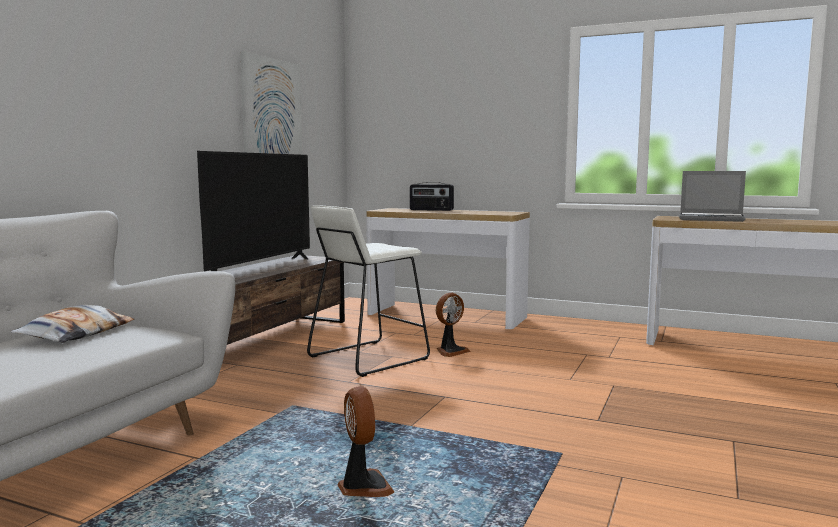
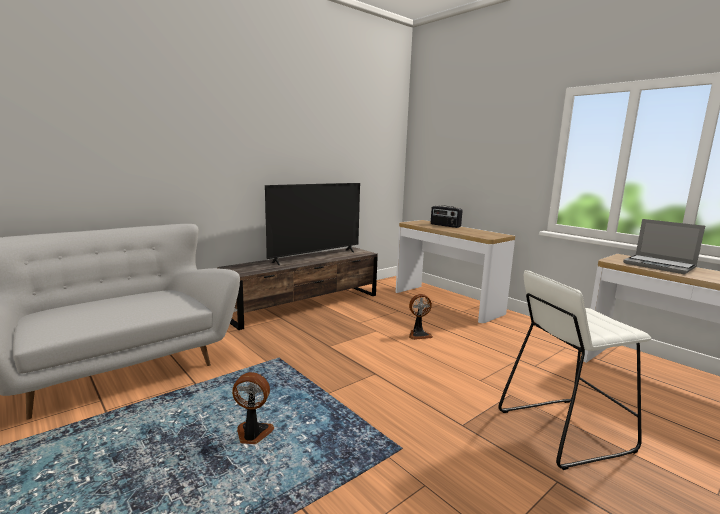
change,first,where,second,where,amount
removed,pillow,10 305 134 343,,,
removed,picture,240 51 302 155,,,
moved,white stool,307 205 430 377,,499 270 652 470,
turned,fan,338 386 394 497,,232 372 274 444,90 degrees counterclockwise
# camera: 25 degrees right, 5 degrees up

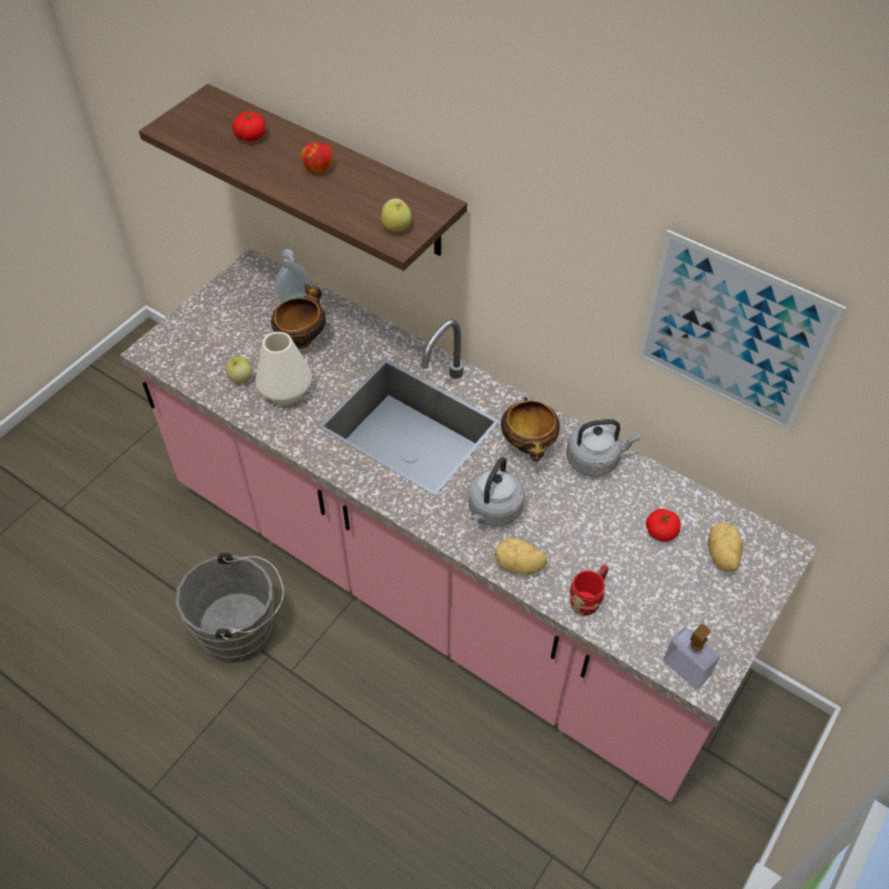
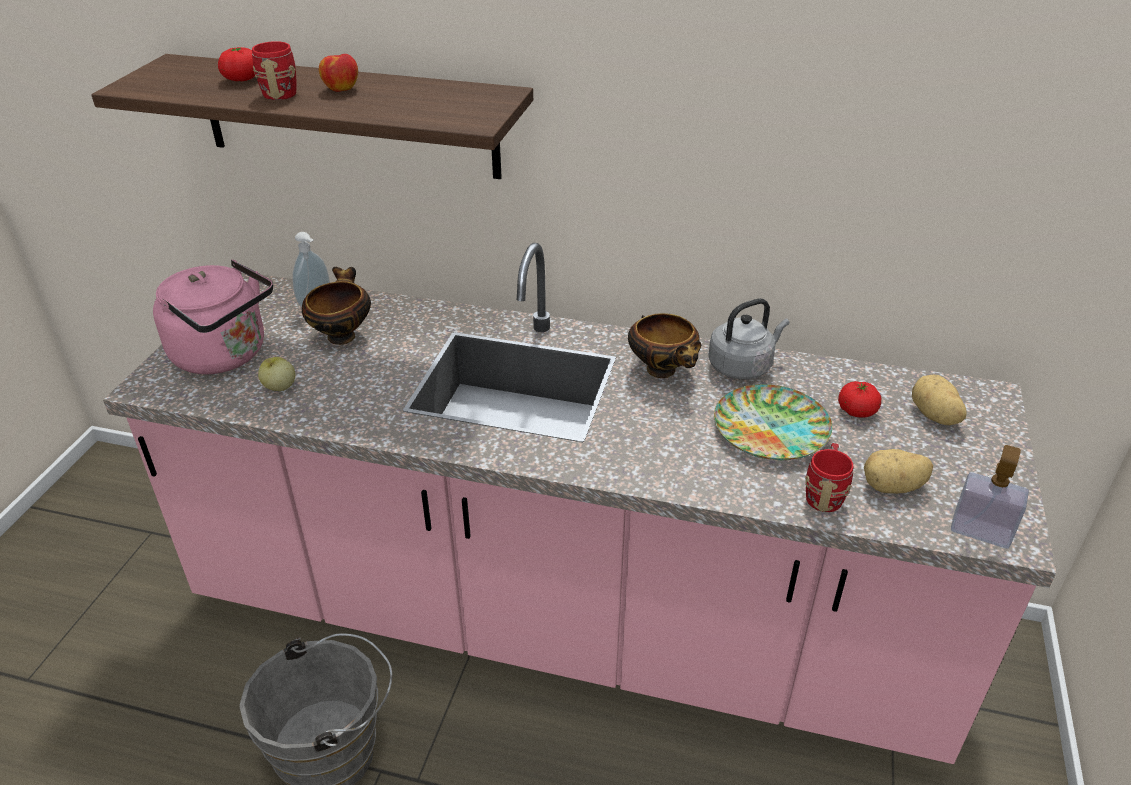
change,first,where,second,where,amount
removed,white vase,256 332 312 405,,,
removed,apple,381 198 411 232,,,
removed,grey kettle,468 457 525 526,,,
moved,potato,494 538 547 574,,864 449 933 494,
removed,picture,637 230 846 431,,,
added,,,pink kettle,153 260 273 374,
added,,,red mug,252 41 297 100,
added,,,plate,714 384 832 460,
# camera: 20 degrees left, 15 degrees down

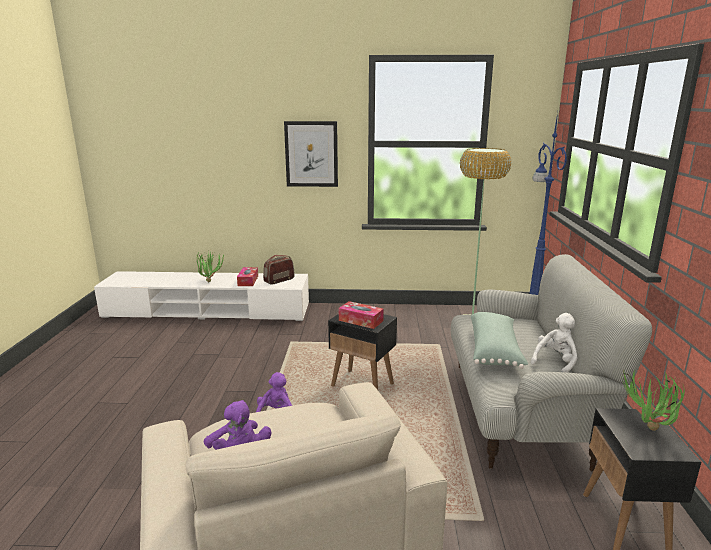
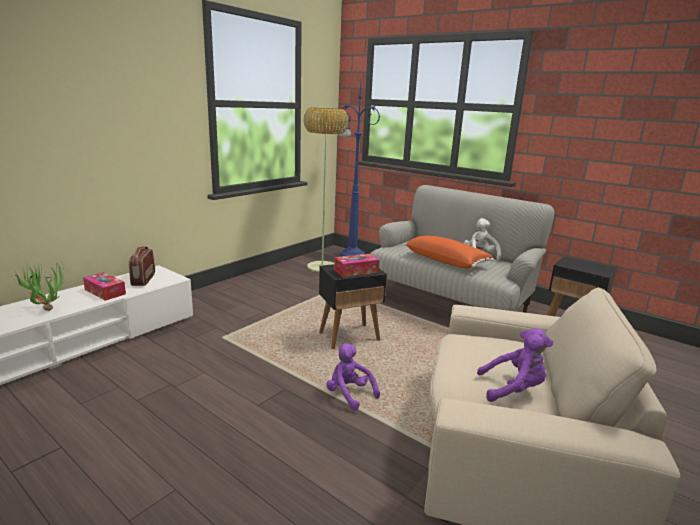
change,first,where,second,where,amount
removed,picture,284 121 338 187,,,
recoloured,green pillow,471 312 528 369,orange pillow,404 235 494 268,
removed,potted plant,622 369 685 431,,,
# camera: 55 degrees left, 0 degrees up

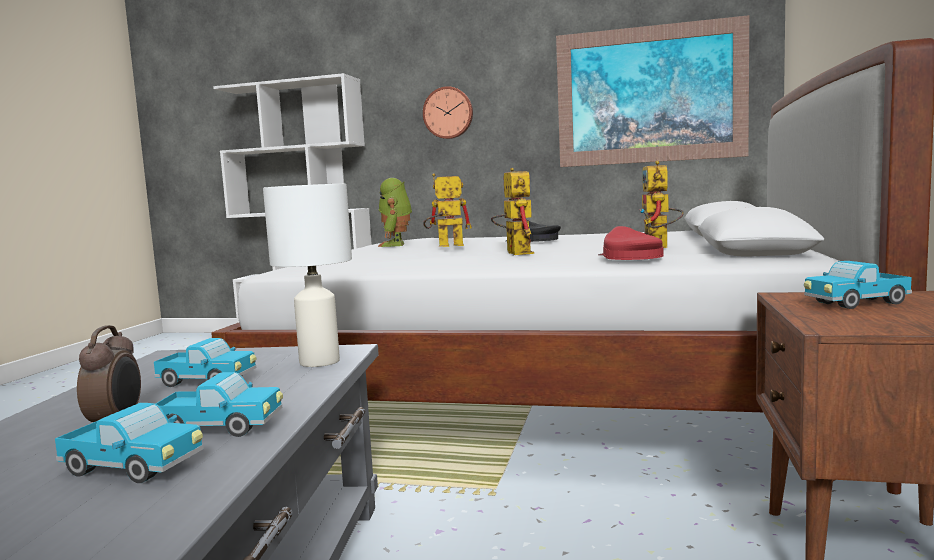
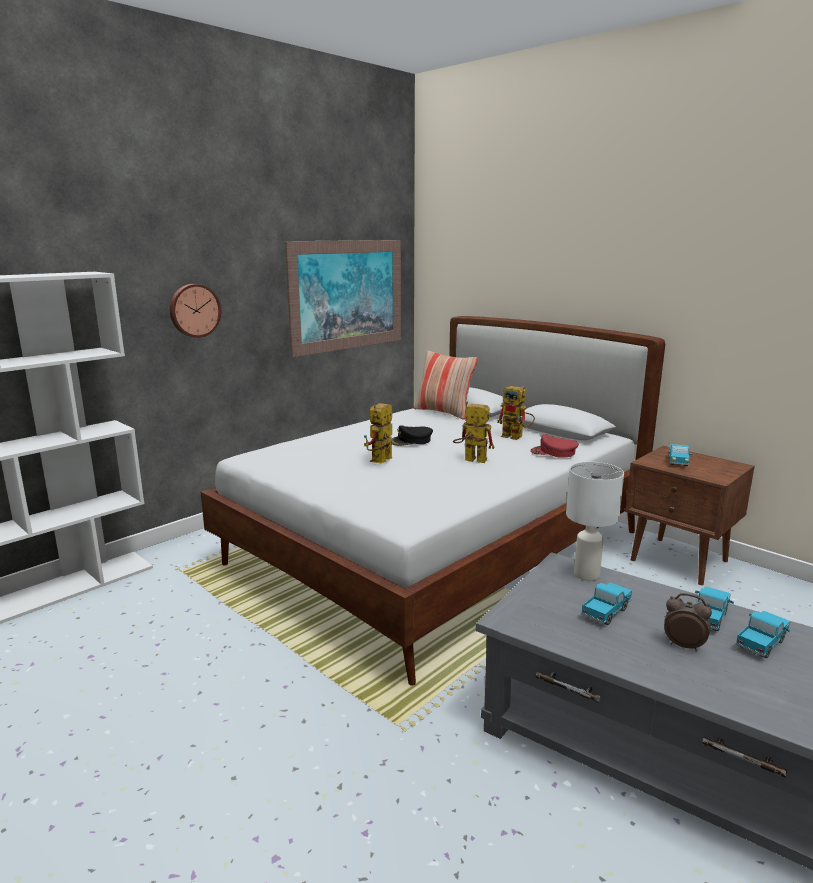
change,first,where,second,where,amount
removed,toy robot,378 178 412 247,,,
added,,,pillow,414 351 478 420,
# camera: 60 degrees left, 10 degrees up

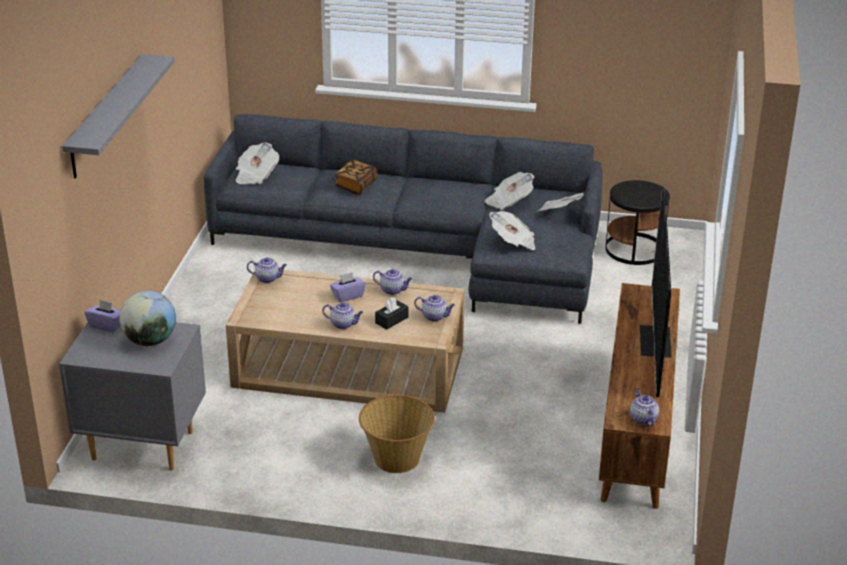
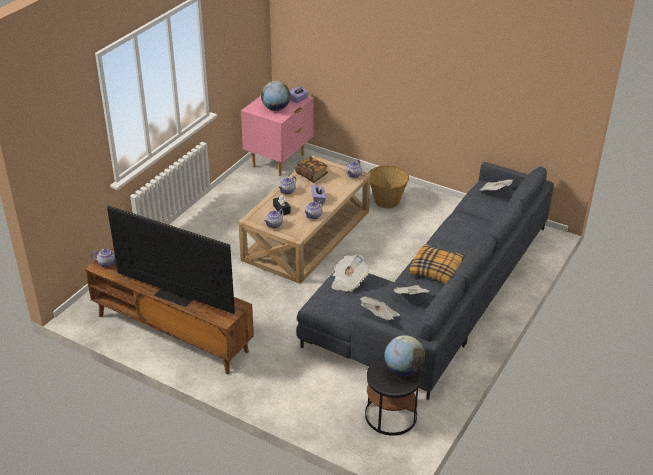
change,first,where,second,where,amount
recoloured,grey nightstand,59 322 206 470,pink nightstand,241 96 314 176,
removed,grey shelf,62 54 175 179,,,
moved,book,334 160 378 195,,295 156 328 183,
moved,basket,359 395 435 473,,368 165 409 208,
added,,,globe,384 335 425 376,
added,,,pillow,409 244 463 284,
# camera: 110 degrees right, 5 degrees up

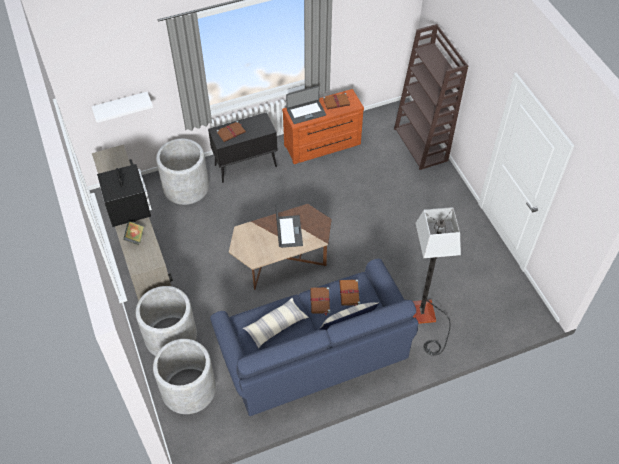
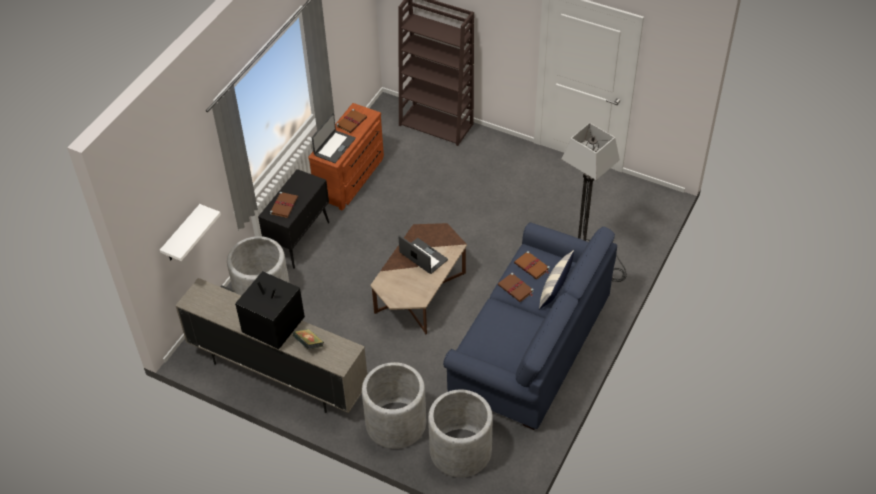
change,first,where,second,where,amount
removed,pillow,243 298 309 348,,,
# camera: 40 degrees left, 5 degrees down

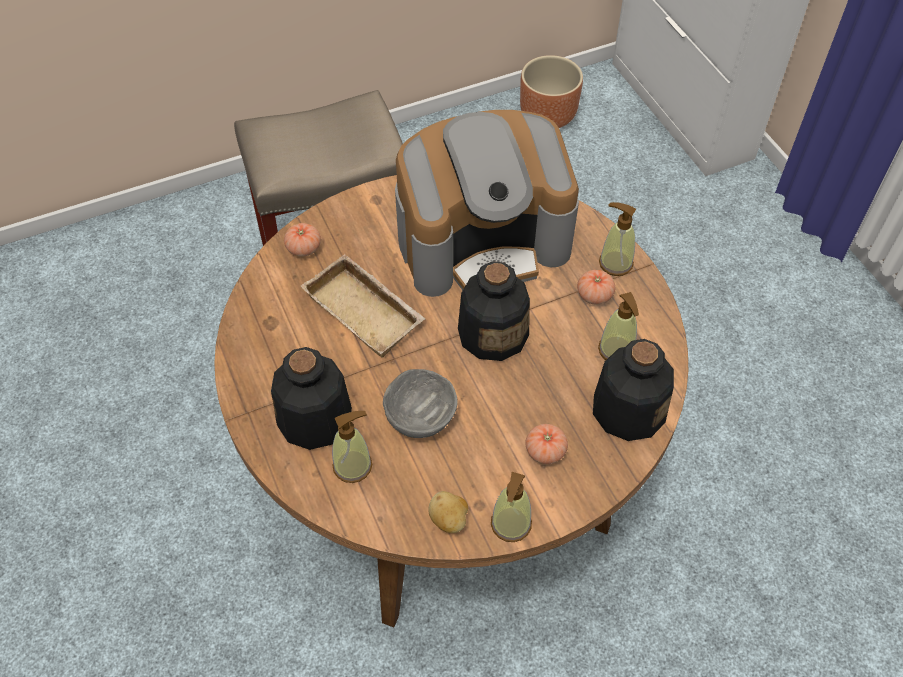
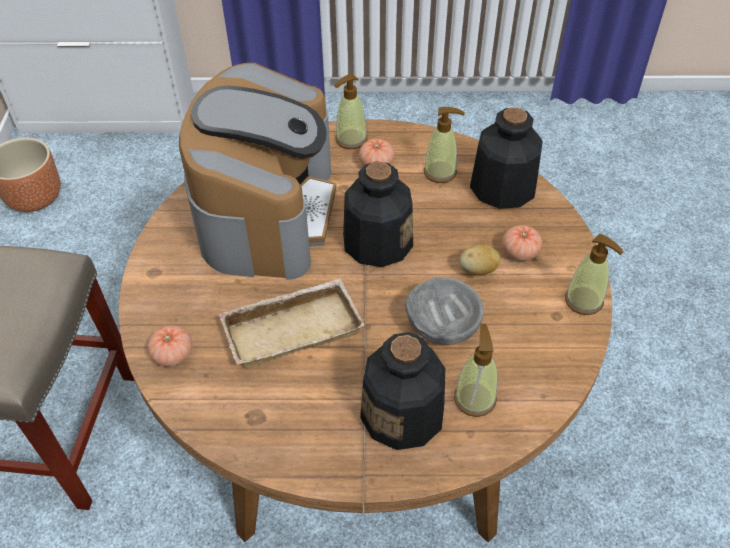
change,first,where,second,where,amount
moved,potato,428 491 468 533,,459 244 500 275,
# camera: 65 degrees left, 5 degrees down

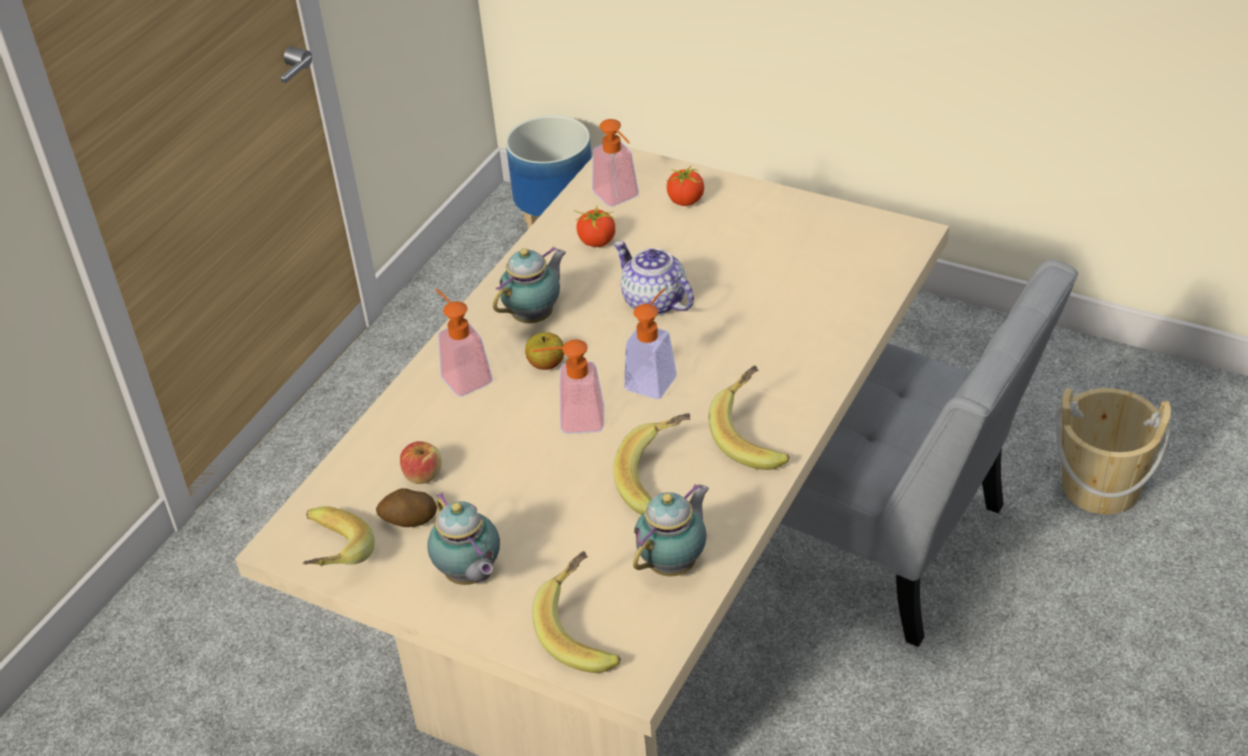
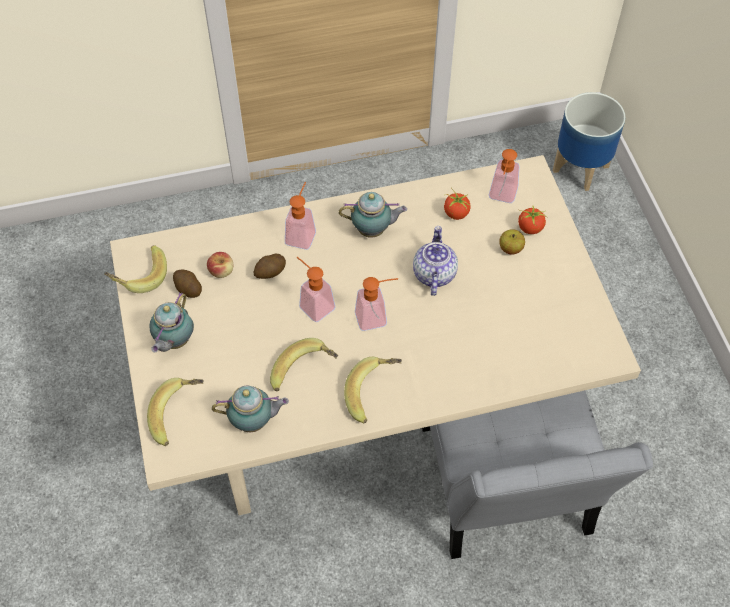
change,first,where,second,where,amount
moved,apple,525 332 564 370,,499 229 525 255,
removed,beige bucket,1056 388 1171 514,,,
added,,,potato,254 253 286 279,
# camera: 45 degrees right, 15 degrees up

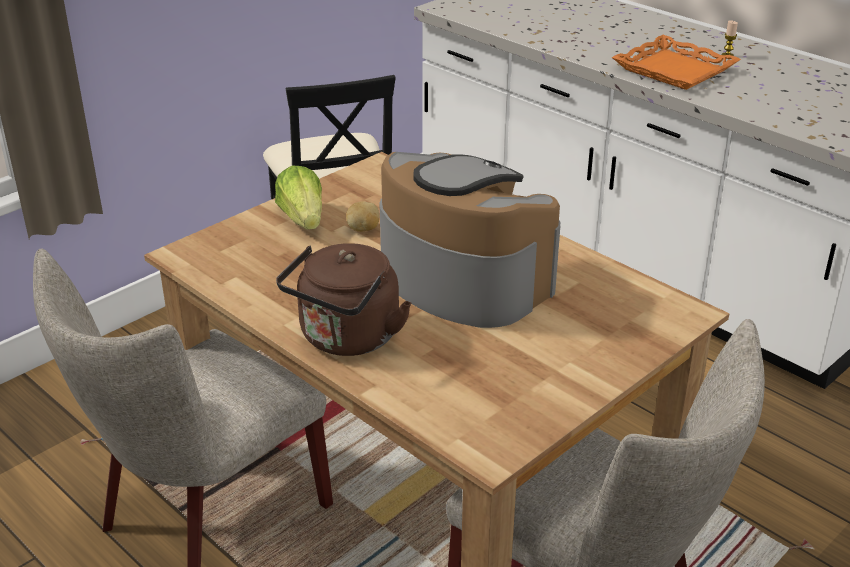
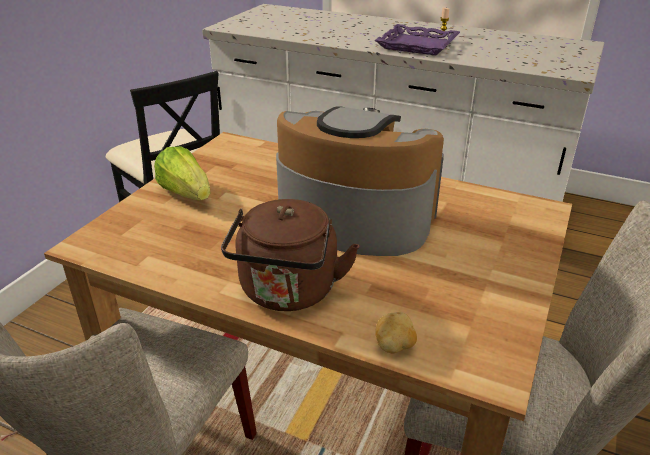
change,first,where,second,where,amount
moved,potato,346 201 379 232,,375 312 417 353,
recoloured,orange tray,612 35 741 90,purple tray,375 24 460 55,
# camera: 20 degrees left, 0 degrees up

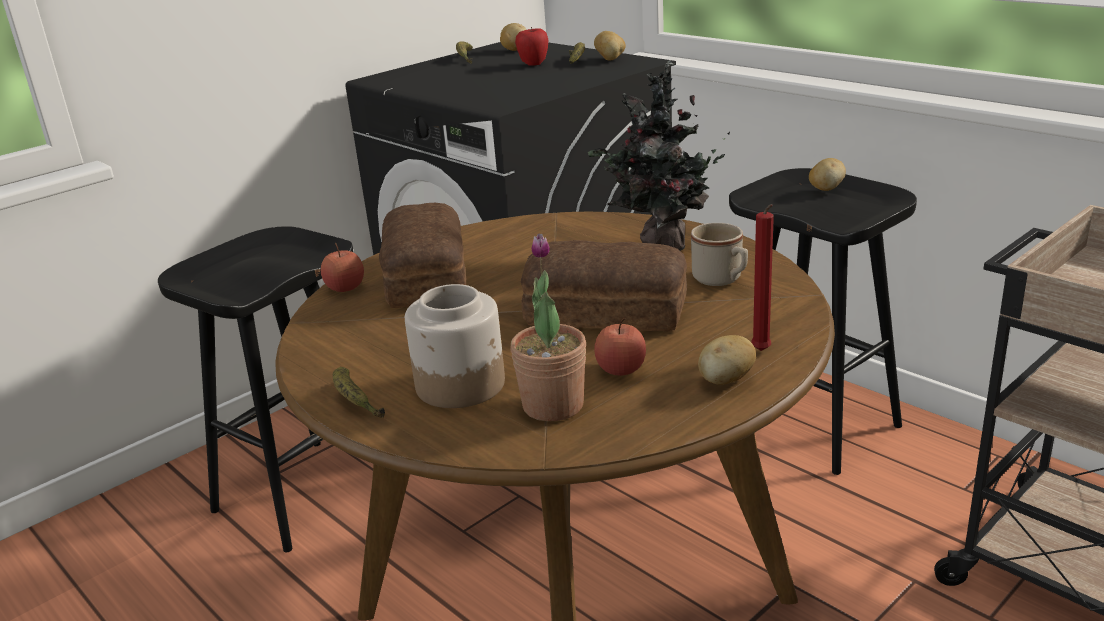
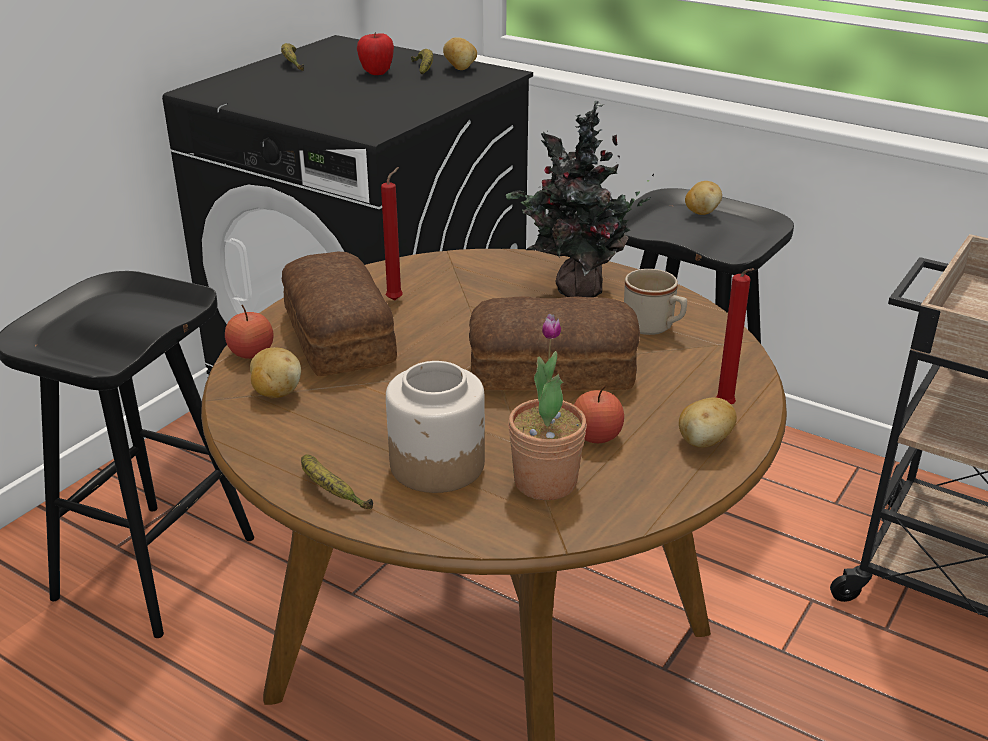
change,first,where,second,where,amount
moved,potato,500 23 527 51,,250 347 301 398,
added,,,red candle,381 167 403 301,
# camera: 15 degrees left, 5 degrees up

